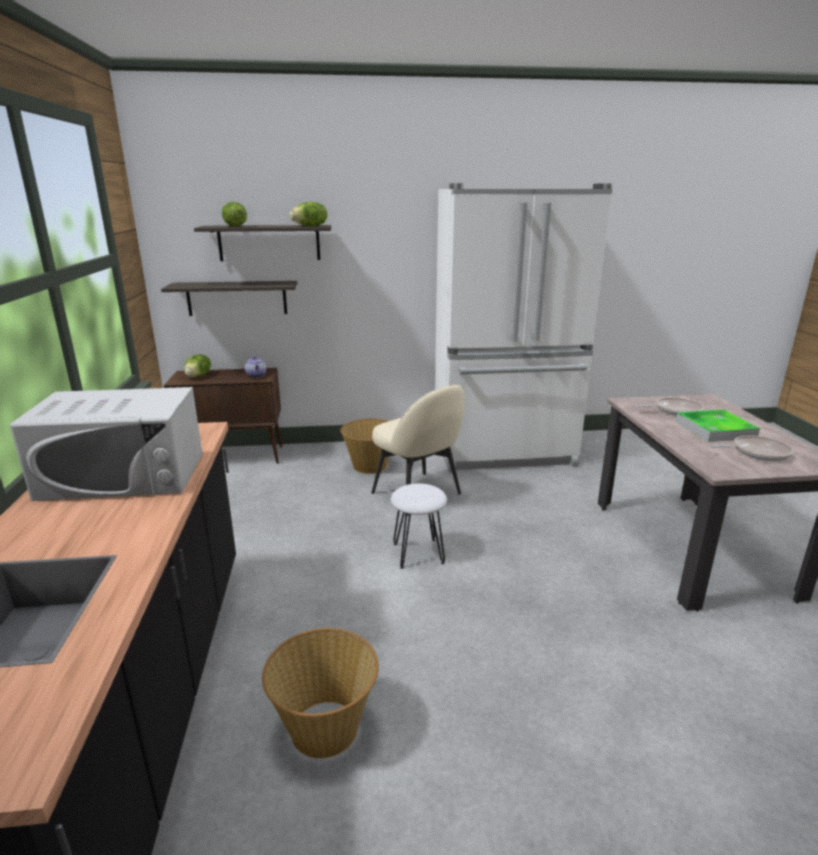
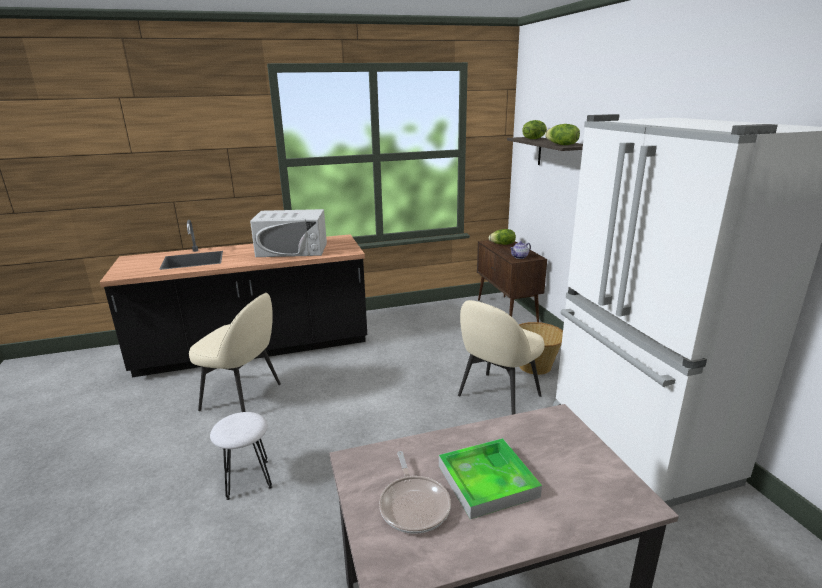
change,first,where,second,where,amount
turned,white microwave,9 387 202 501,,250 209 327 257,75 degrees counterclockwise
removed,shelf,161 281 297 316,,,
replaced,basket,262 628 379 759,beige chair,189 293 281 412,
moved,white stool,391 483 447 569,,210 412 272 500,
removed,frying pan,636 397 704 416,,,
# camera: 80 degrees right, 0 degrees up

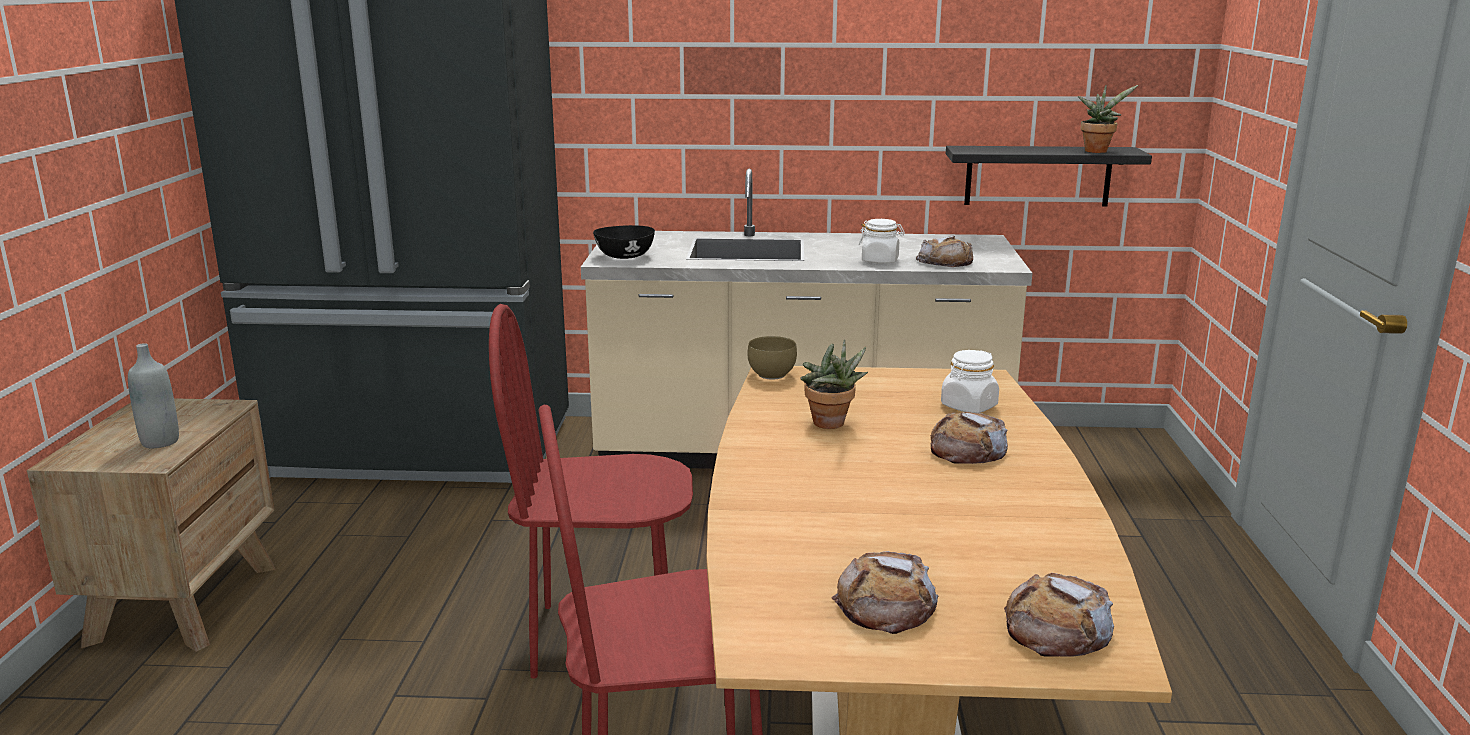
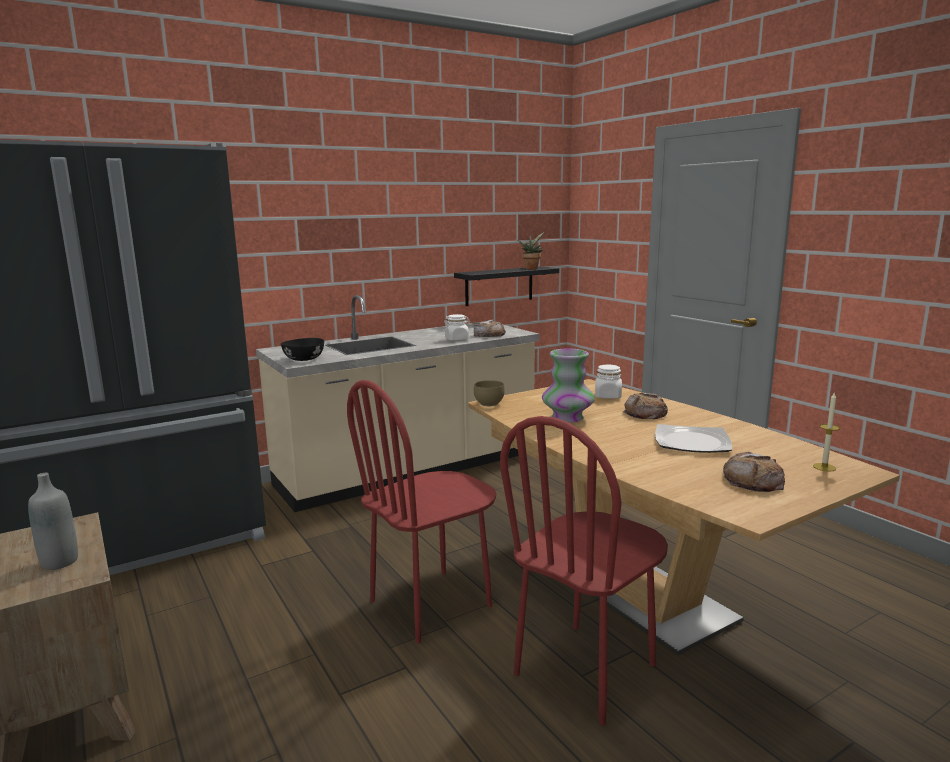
change,first,where,second,where,amount
replaced,potted plant,800 339 868 429,vase,542 348 595 423,
replaced,bread,1004 573 1114 657,candle,813 393 840 472,
added,,,plate,655 424 732 453,
# camera: 35 degrees left, 5 degrees down

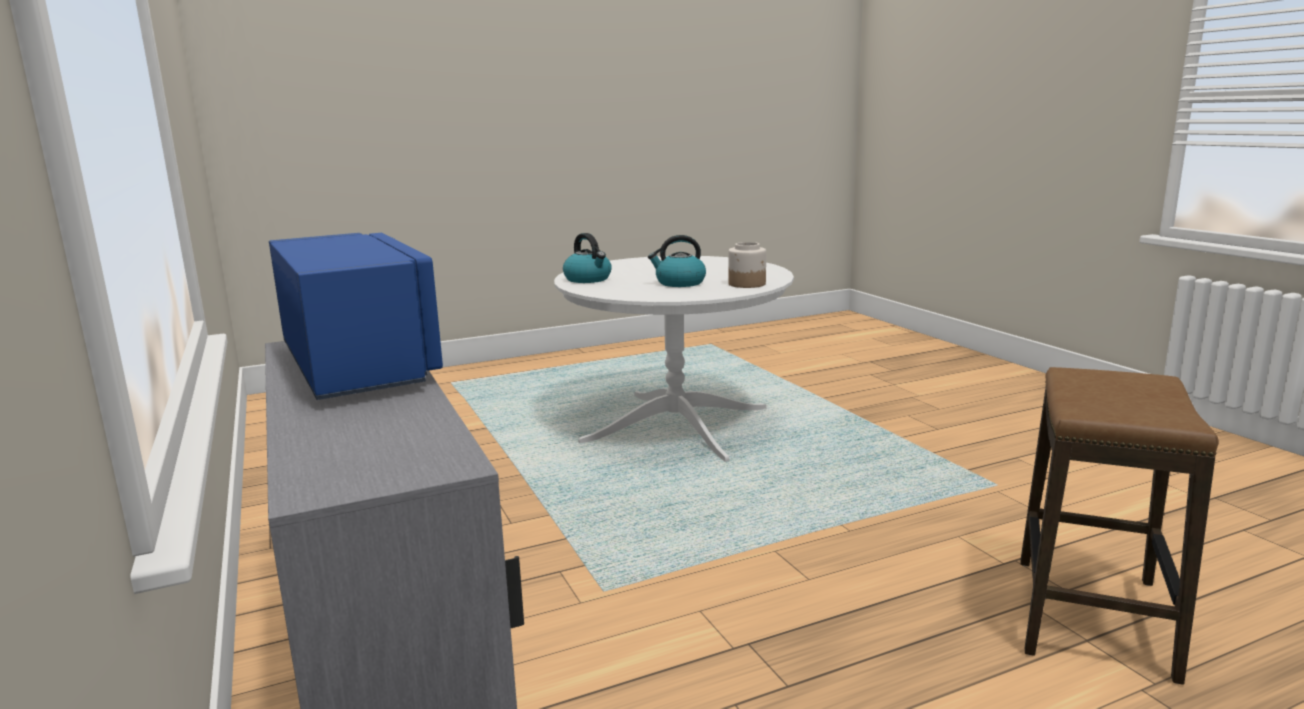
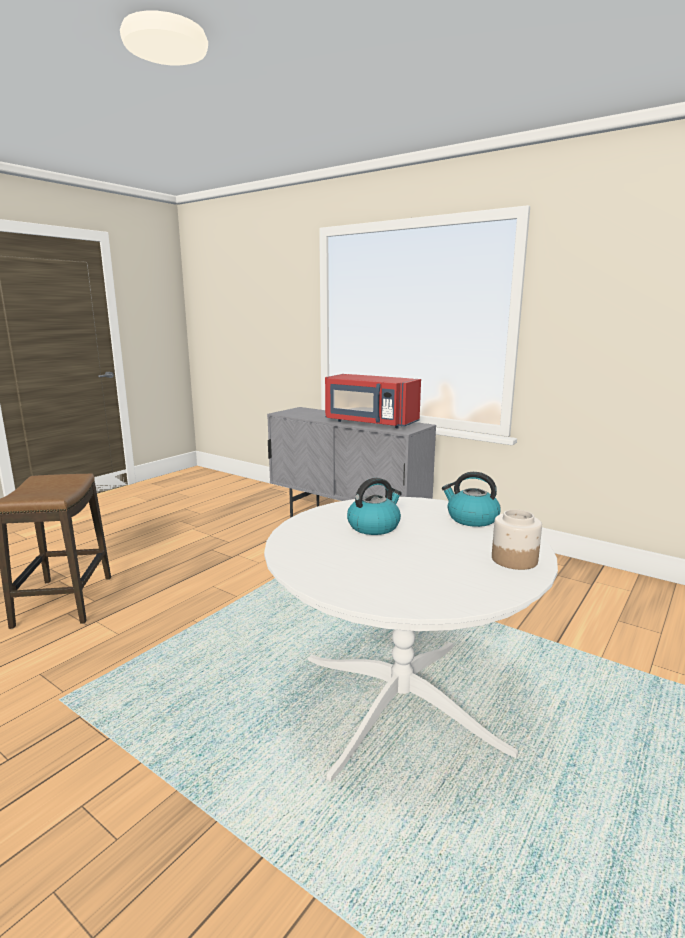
change,first,where,second,where,amount
recoloured,blue microwave,269 233 443 400,red microwave,325 374 421 428,
moved,jar,728 242 766 288,,492 509 542 570,
# camera: 150 degrees right, 0 degrees up

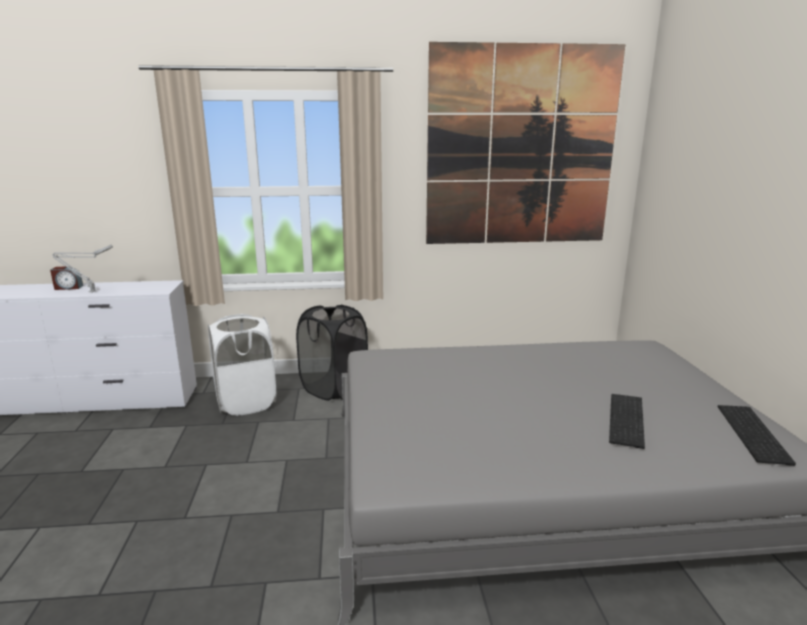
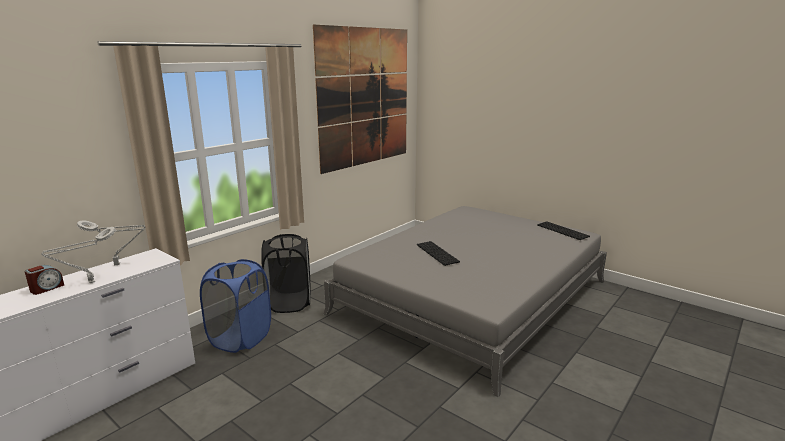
change,first,where,second,where,amount
recoloured,white laundry basket,208 314 276 416,blue laundry basket,200 259 271 353,
moved,keyboard,609 394 645 449,,417 241 460 266,
added,,,grey table lamp,77 220 146 265,
# camera: 45 degrees left, 0 degrees up

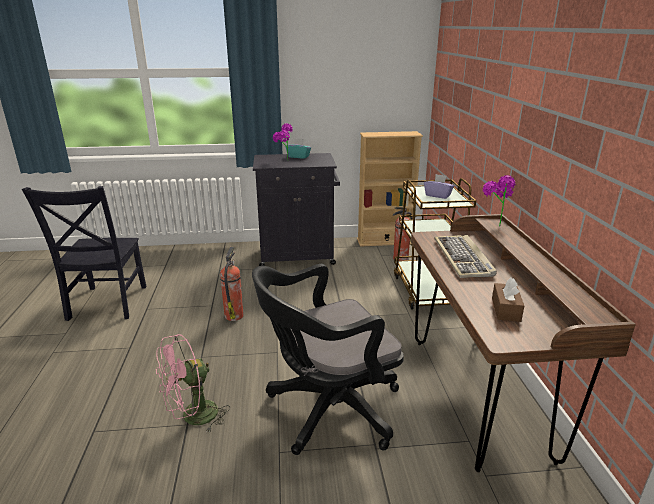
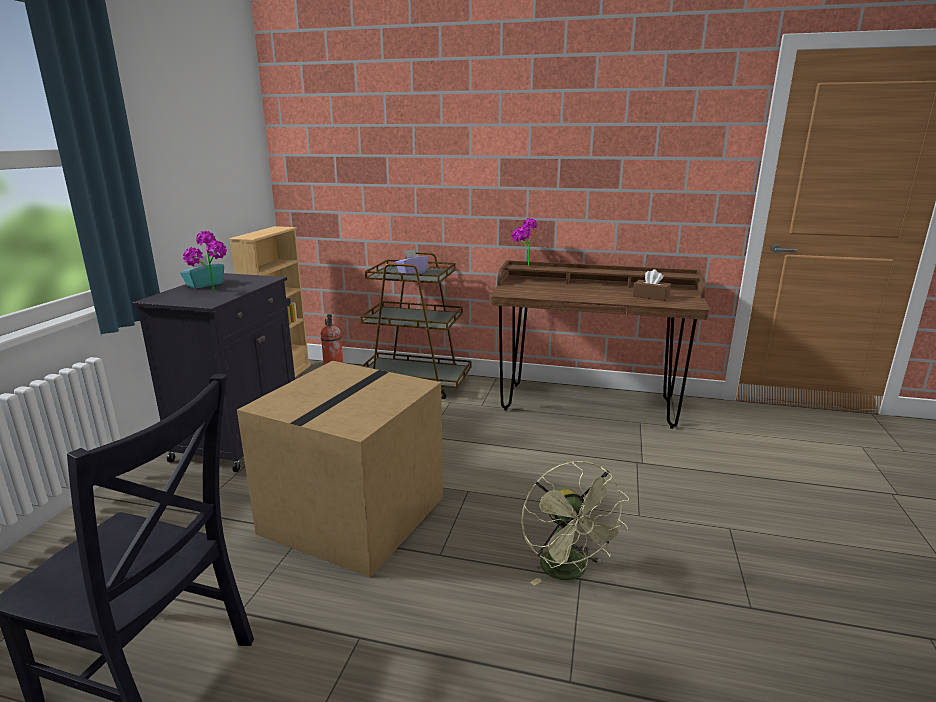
change,first,where,second,where,amount
recoloured,pink fan,156 334 230 433,green fan,521 461 629 586,
replaced,fire extinguisher,220 247 244 321,cardboard box,237 361 443 578,
removed,black office chair,252 264 404 455,,,
removed,keyboard,434 235 497 278,,,
# camera: 70 degrees left, 5 degrees down

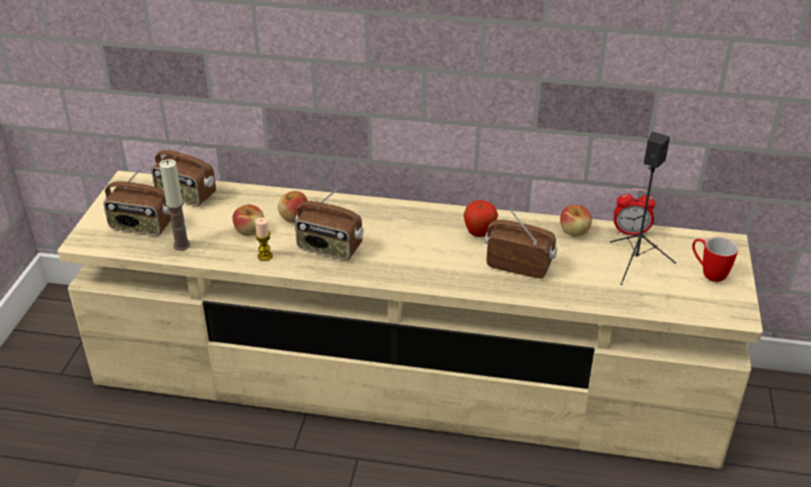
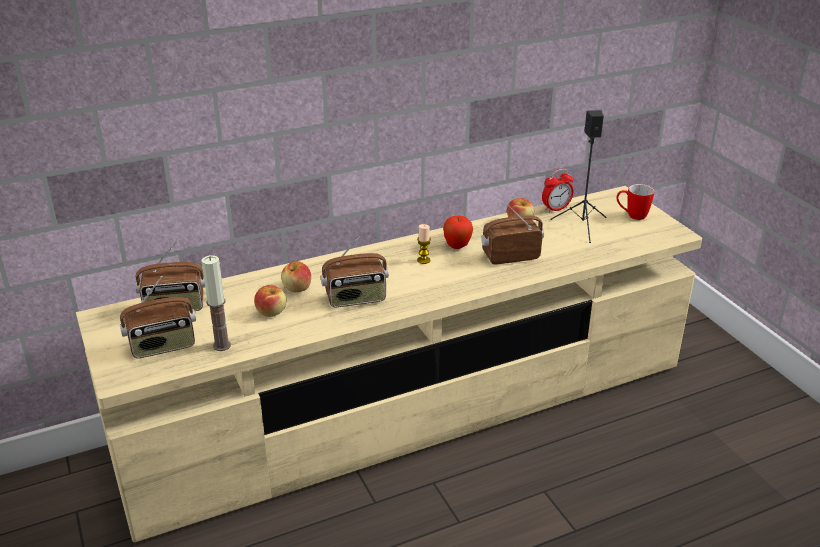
change,first,where,second,where,amount
moved,candle,255 217 273 261,,417 224 431 264,
# camera: 35 degrees left, 5 degrees down

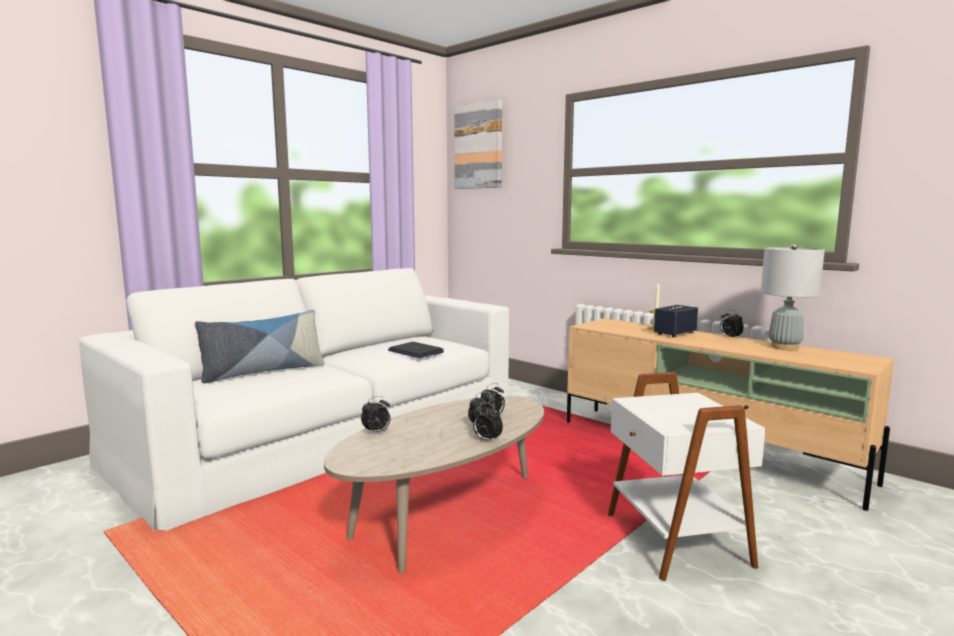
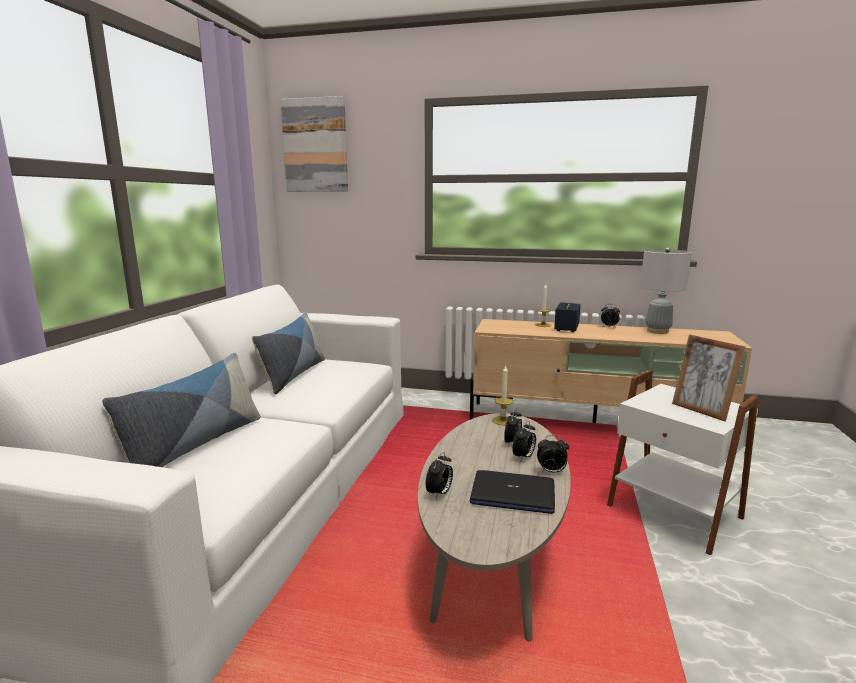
change,first,where,second,where,amount
moved,laptop,388 342 444 358,,470 470 555 514,
added,,,pillow,252 312 325 394,
added,,,candle,492 365 514 425,
added,,,picture frame,672 334 746 421,
# camera: 30 degrees left, 5 degrees up

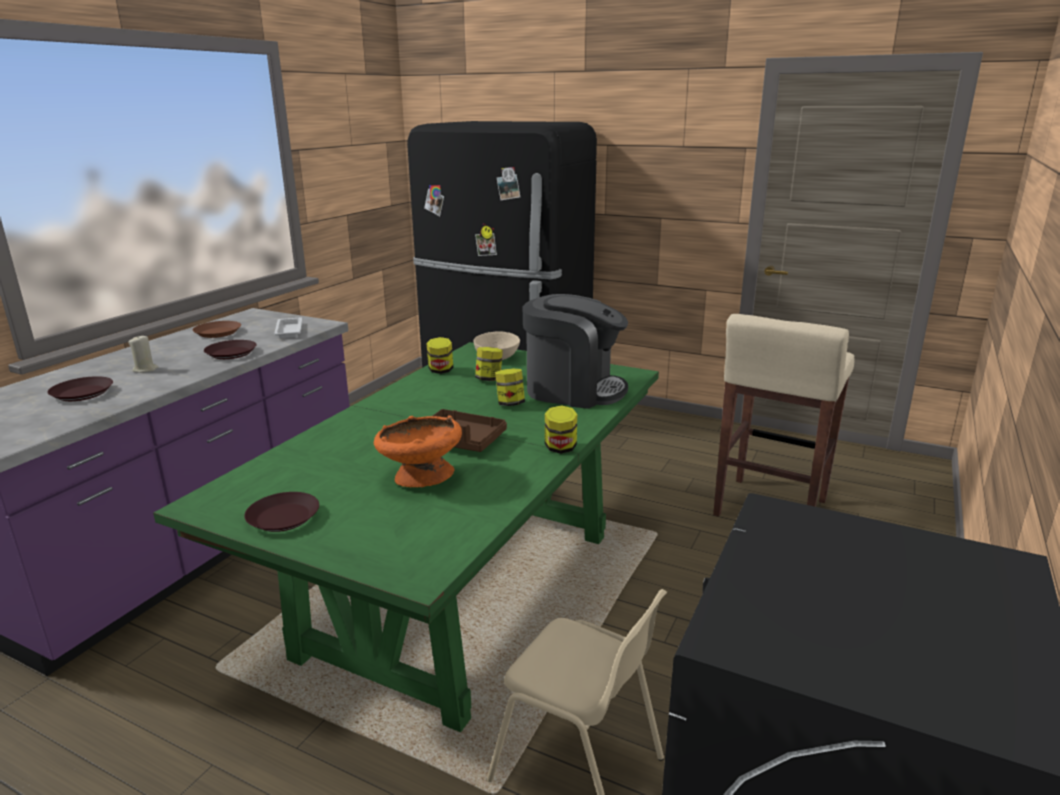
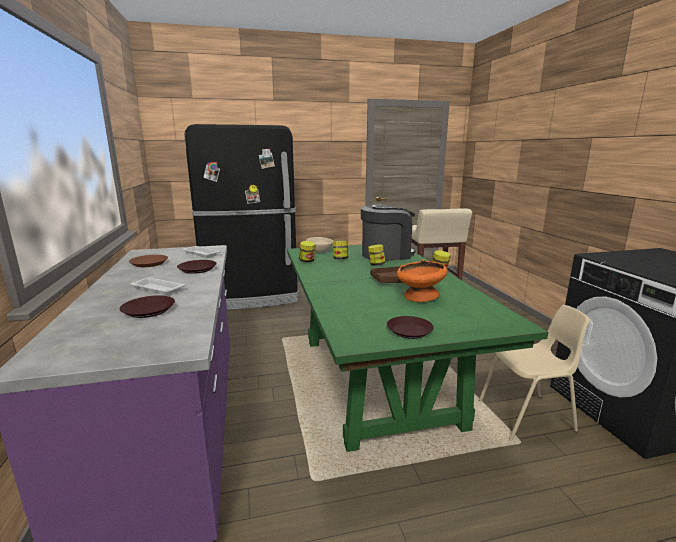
change,first,where,second,where,amount
replaced,beige candle,128 336 159 373,white tray,130 278 185 295,
# camera: 40 degrees left, 5 degrees down

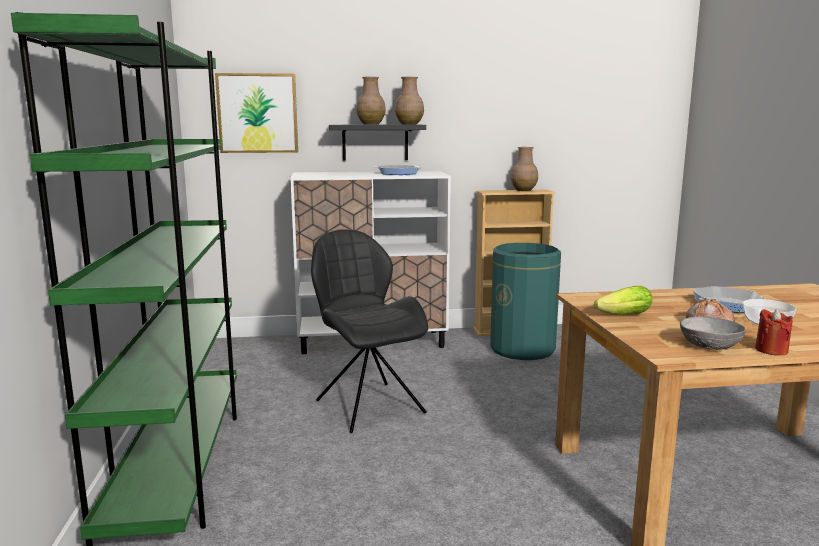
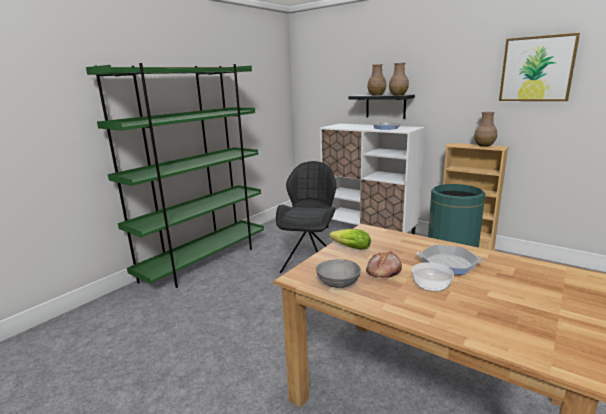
change,first,where,second,where,amount
moved,picture,215 73 298 153,,499 33 580 101,
removed,red candle,755 309 793 355,,,
# camera: 45 degrees right, 5 degrees up

